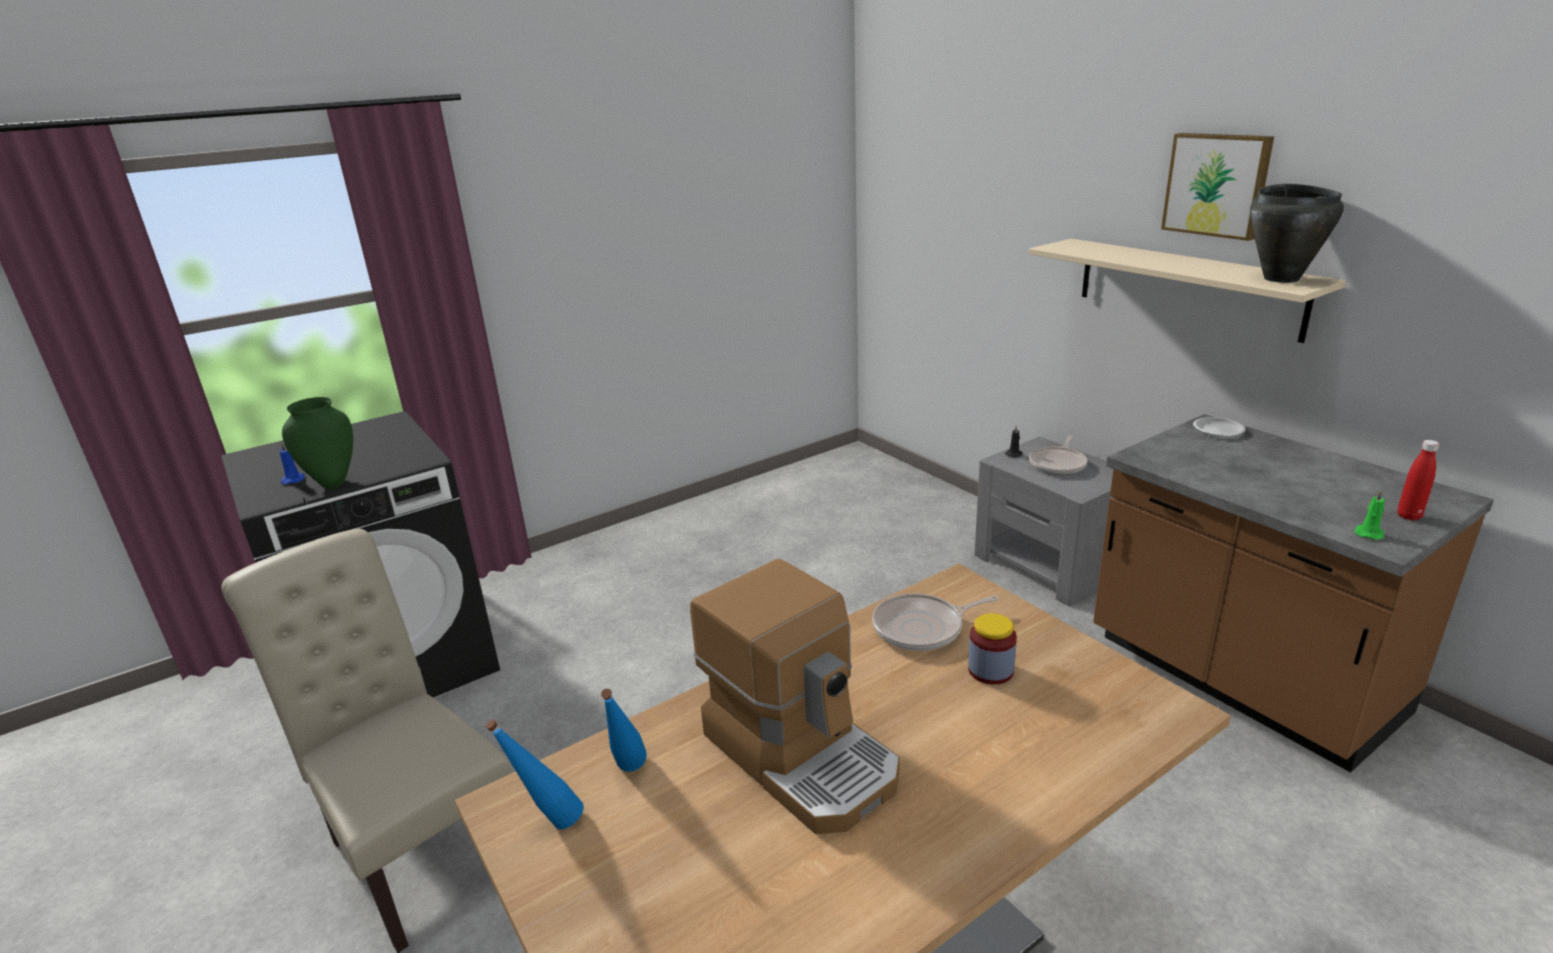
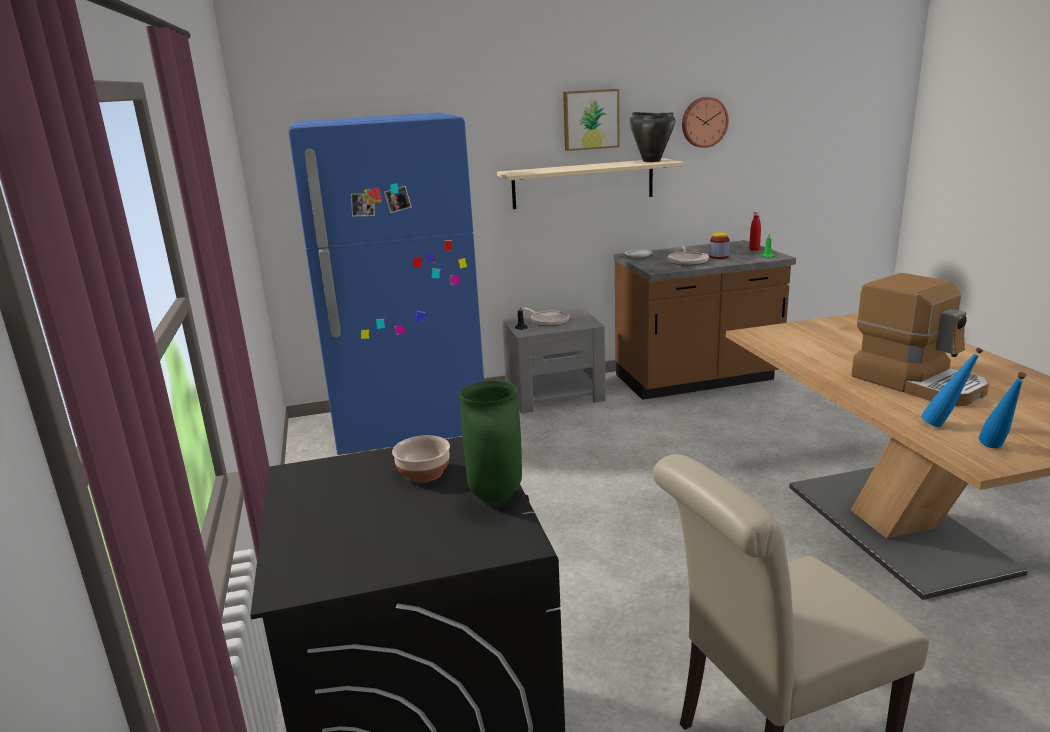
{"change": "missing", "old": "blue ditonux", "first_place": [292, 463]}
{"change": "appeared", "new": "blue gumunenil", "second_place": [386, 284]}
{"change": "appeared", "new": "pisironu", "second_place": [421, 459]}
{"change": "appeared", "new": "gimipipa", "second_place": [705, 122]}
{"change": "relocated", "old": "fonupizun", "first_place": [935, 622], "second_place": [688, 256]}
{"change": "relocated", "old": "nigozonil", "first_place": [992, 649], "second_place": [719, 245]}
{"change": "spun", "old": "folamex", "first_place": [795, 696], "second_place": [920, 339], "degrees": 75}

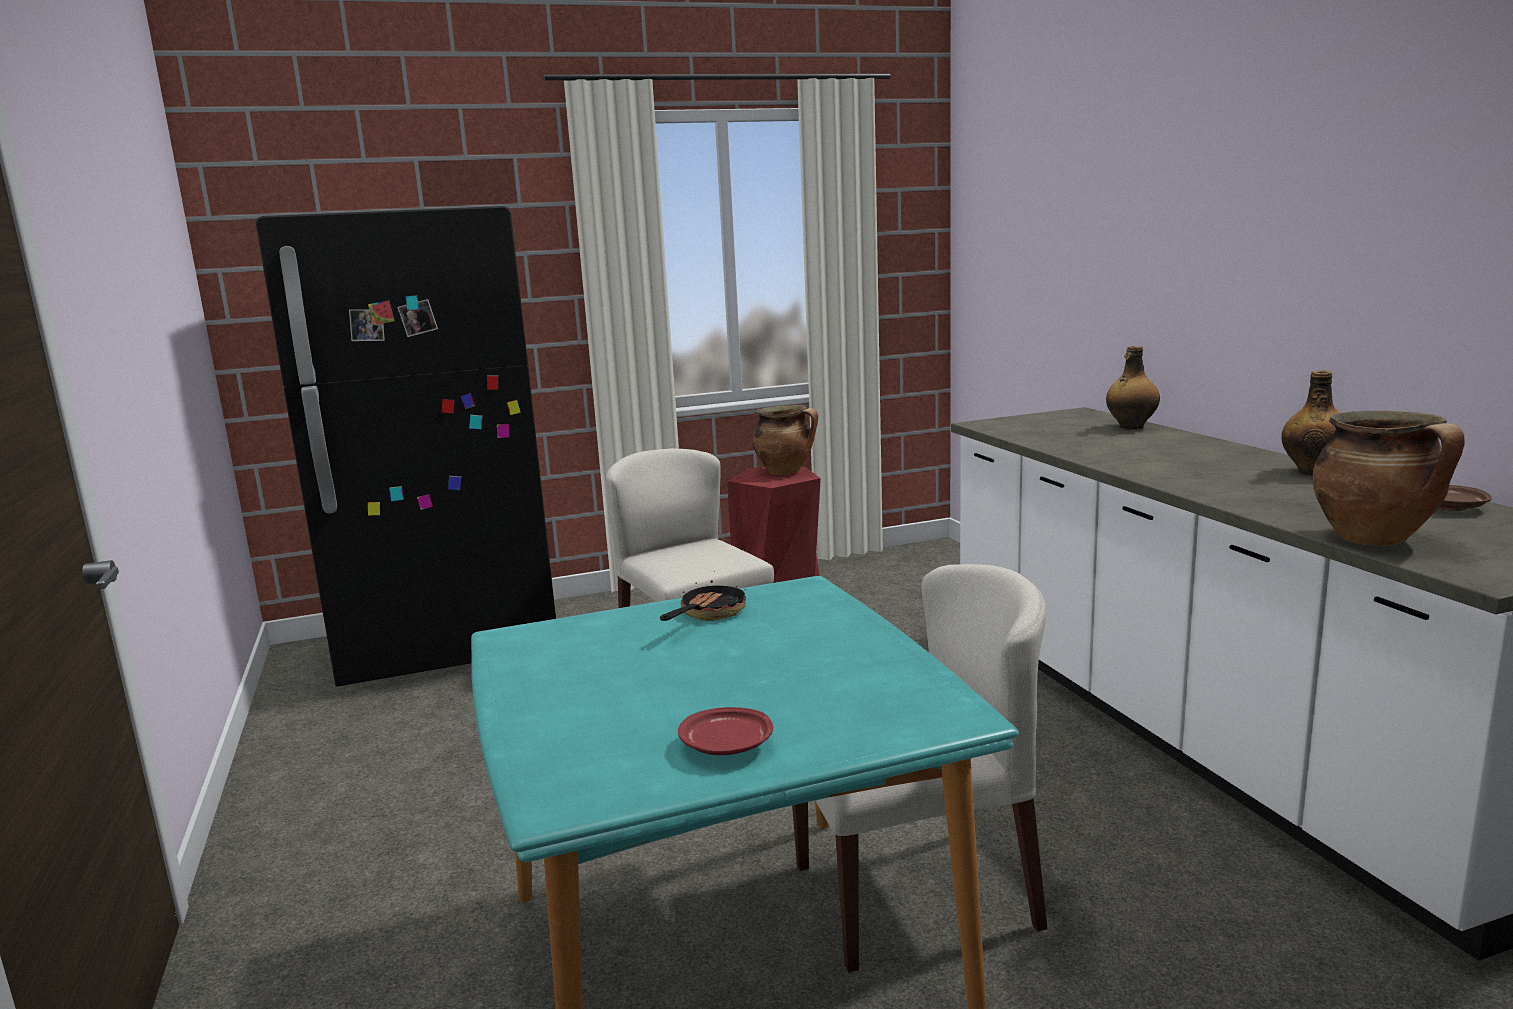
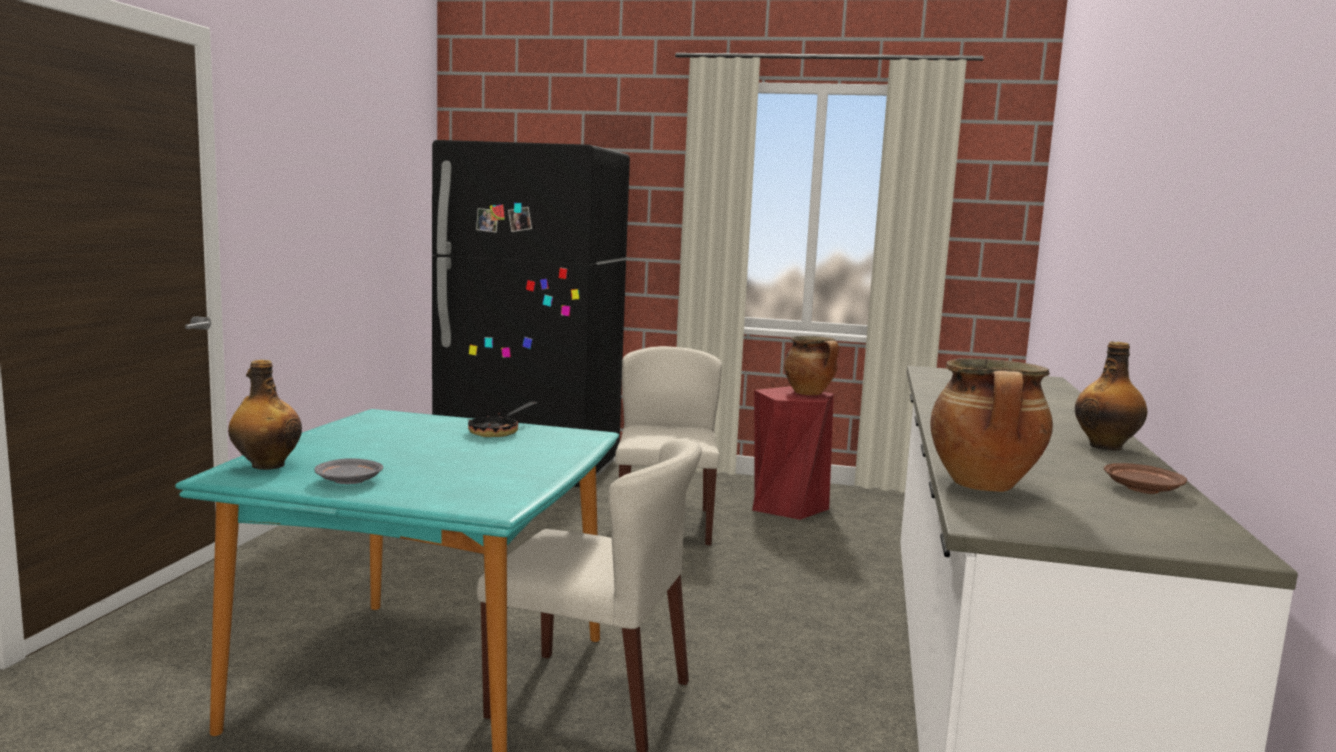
{"change": "relocated", "old": "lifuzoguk", "first_place": [1133, 387], "second_place": [265, 415]}
{"change": "colour", "old": "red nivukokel", "new": "grey nivukokel", "first_place": [725, 731], "second_place": [349, 471]}
{"change": "spun", "old": "fonupizun", "first_place": [703, 596], "second_place": [502, 419], "degrees": 150}

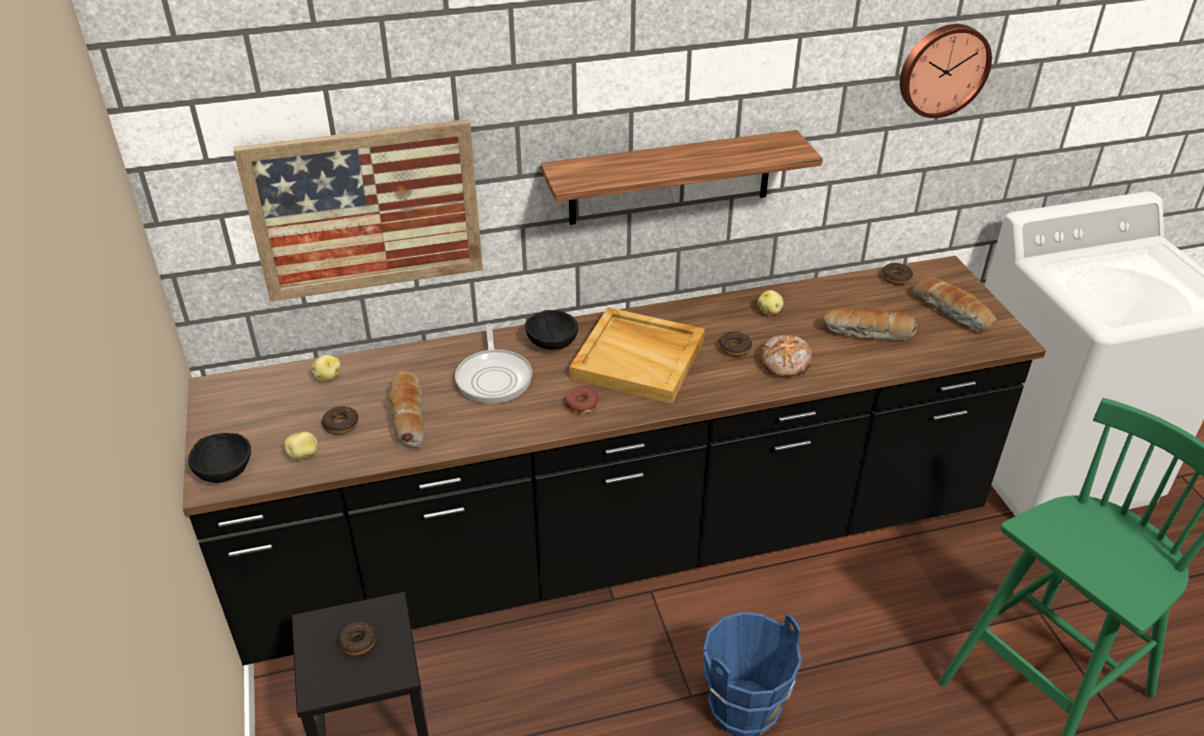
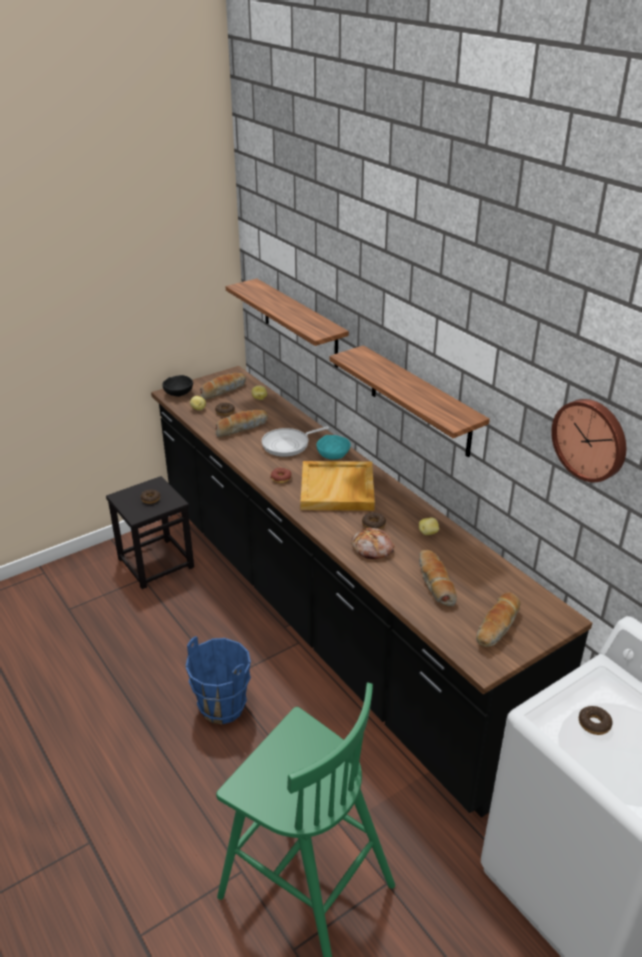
{"change": "appeared", "new": "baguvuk", "second_place": [223, 386]}
{"change": "relocated", "old": "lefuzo", "first_place": [897, 274], "second_place": [596, 720]}
{"change": "exchanged", "old": "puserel", "new": "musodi", "first_place": [358, 210], "second_place": [287, 323]}
{"change": "colour", "old": "black pisironu", "new": "turquoise pisironu", "first_place": [551, 330], "second_place": [333, 447]}

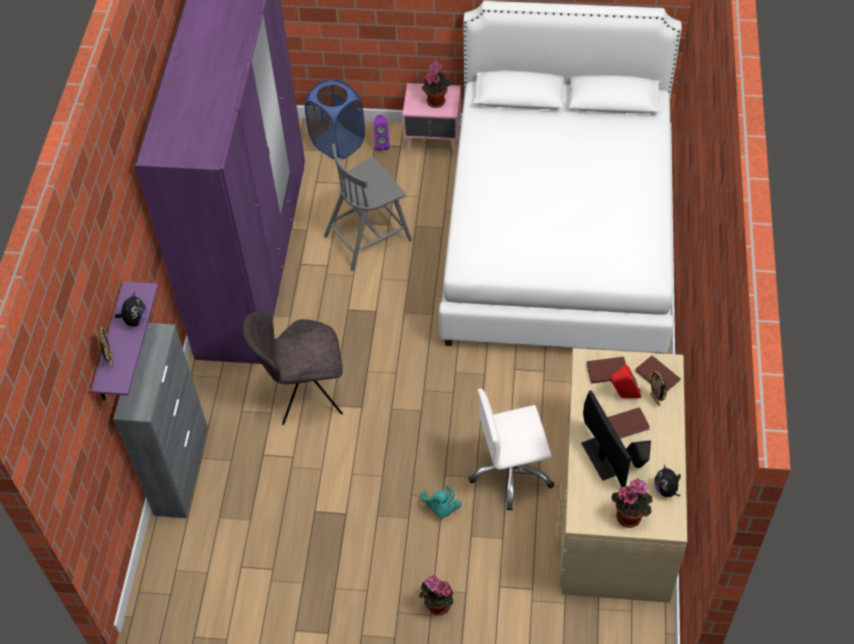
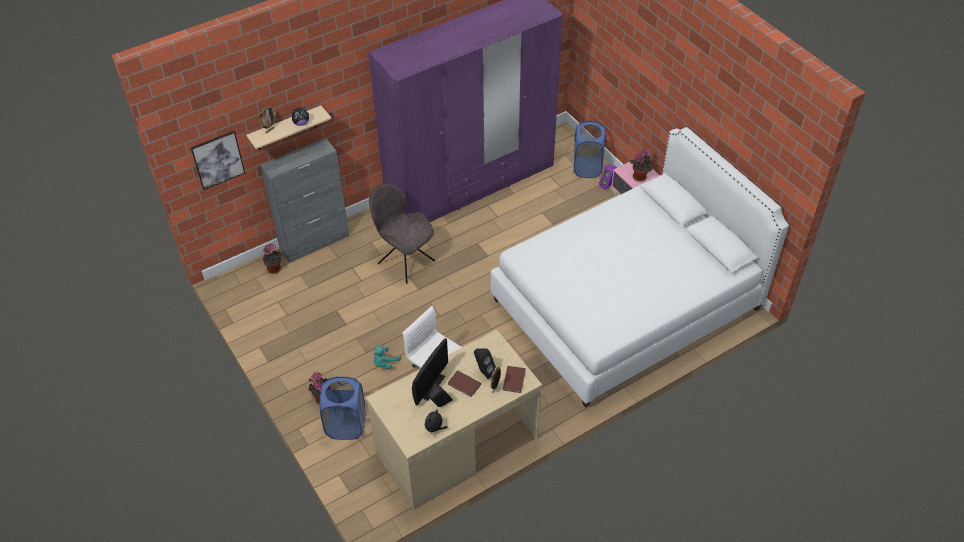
{"change": "missing", "old": "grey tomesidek", "first_place": [368, 207]}
{"change": "missing", "old": "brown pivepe", "first_place": [606, 370]}
{"change": "appeared", "new": "puserel", "second_place": [218, 160]}
{"change": "appeared", "new": "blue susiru", "second_place": [342, 408]}
{"change": "relocated", "old": "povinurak", "first_place": [632, 503], "second_place": [273, 259]}
{"change": "colour", "old": "purple musodi", "new": "beige musodi", "first_place": [124, 341], "second_place": [288, 128]}
{"change": "colour", "old": "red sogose", "new": "black sogose", "first_place": [626, 381], "second_place": [485, 363]}

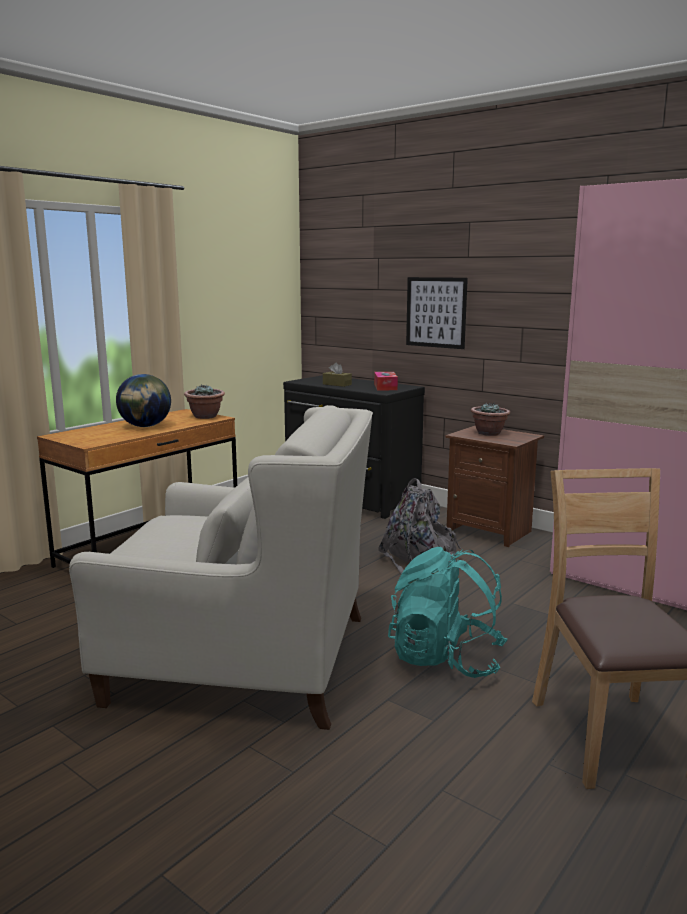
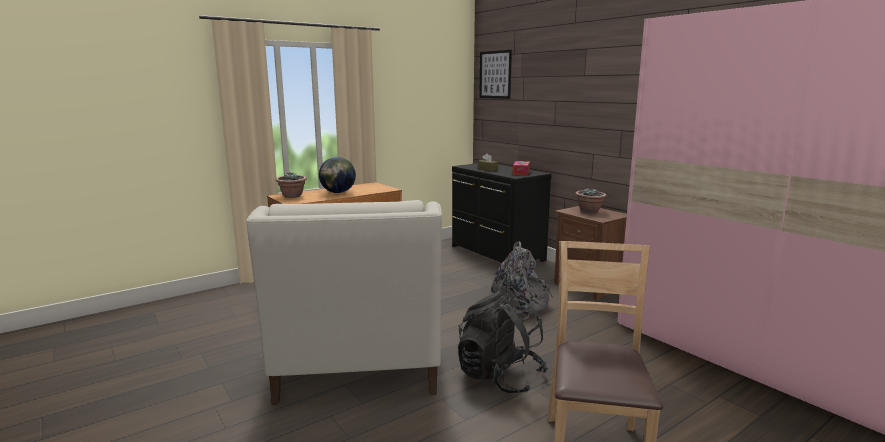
{"change": "relocated", "old": "povinurak", "first_place": [204, 401], "second_place": [291, 185]}
{"change": "relocated", "old": "puserel", "first_place": [437, 313], "second_place": [495, 74]}
{"change": "colour", "old": "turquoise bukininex", "new": "black bukininex", "first_place": [448, 612], "second_place": [503, 342]}
{"change": "spun", "old": "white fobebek", "first_place": [221, 567], "second_place": [344, 302], "degrees": 60}

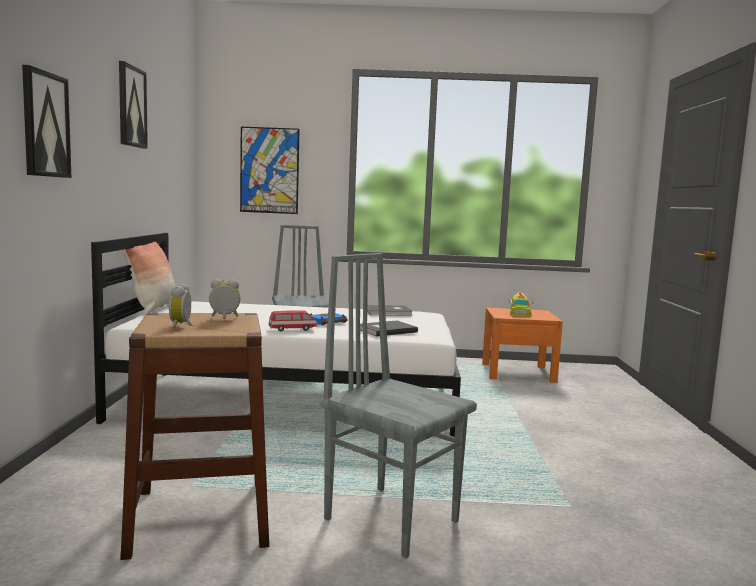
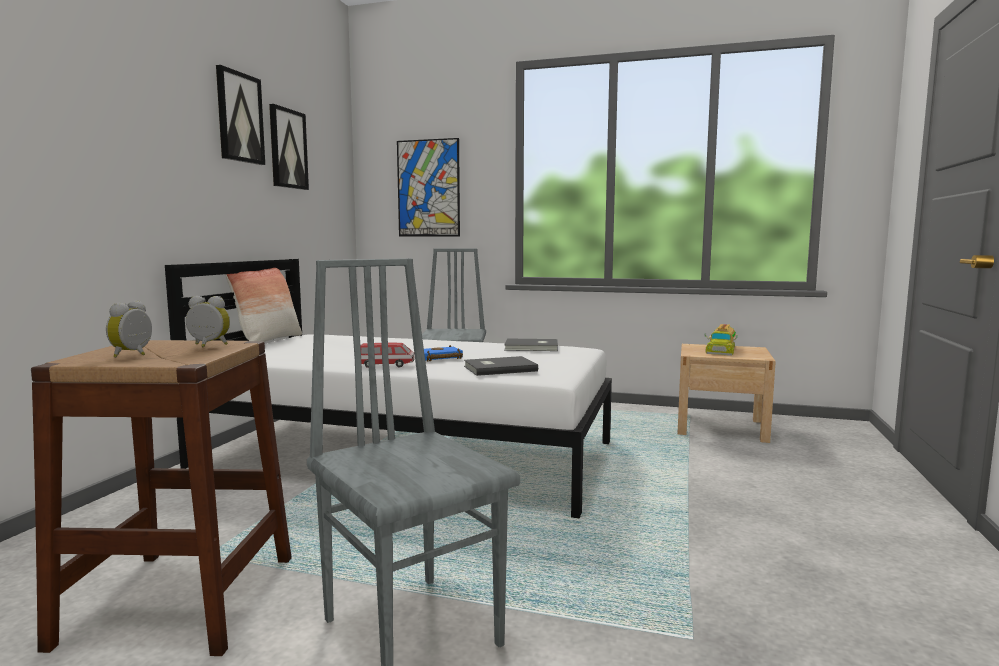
{"change": "relocated", "old": "puserel", "first_place": [47, 121], "second_place": [289, 147]}
{"change": "colour", "old": "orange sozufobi", "new": "beige sozufobi", "first_place": [522, 345], "second_place": [726, 393]}

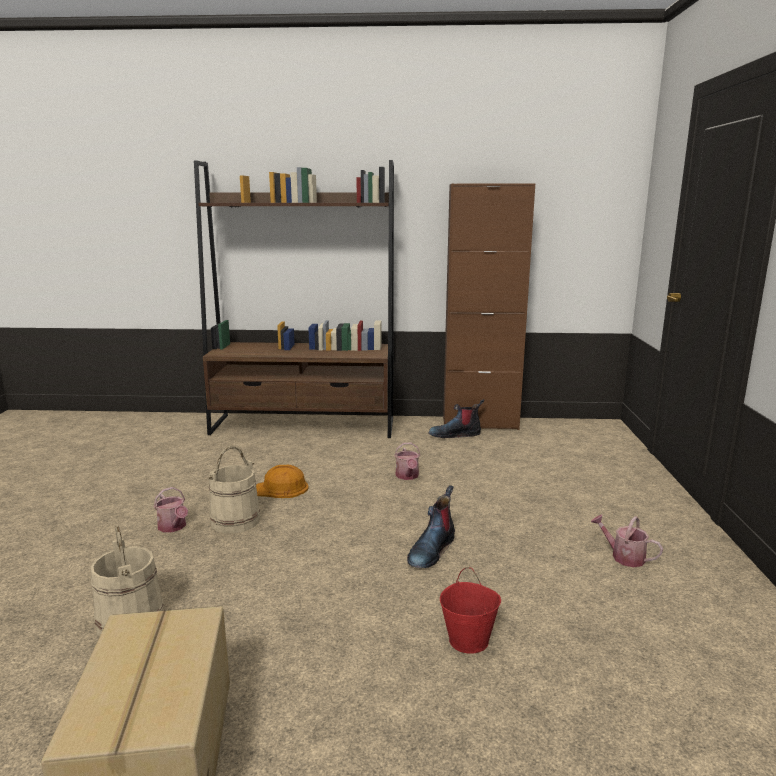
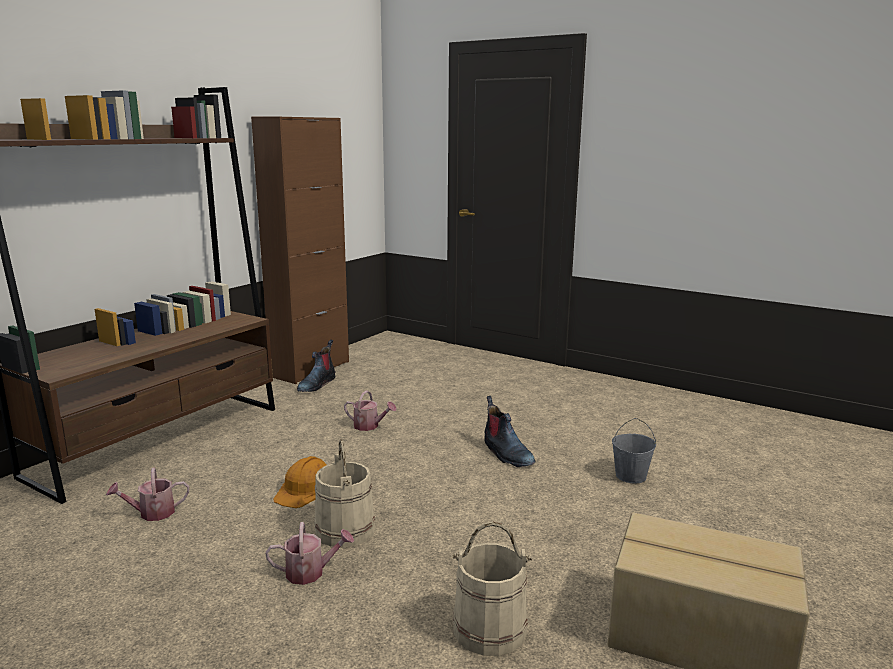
{"change": "relocated", "old": "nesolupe", "first_place": [627, 540], "second_place": [147, 494]}
{"change": "colour", "old": "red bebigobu", "new": "grey bebigobu", "first_place": [470, 610], "second_place": [634, 451]}

